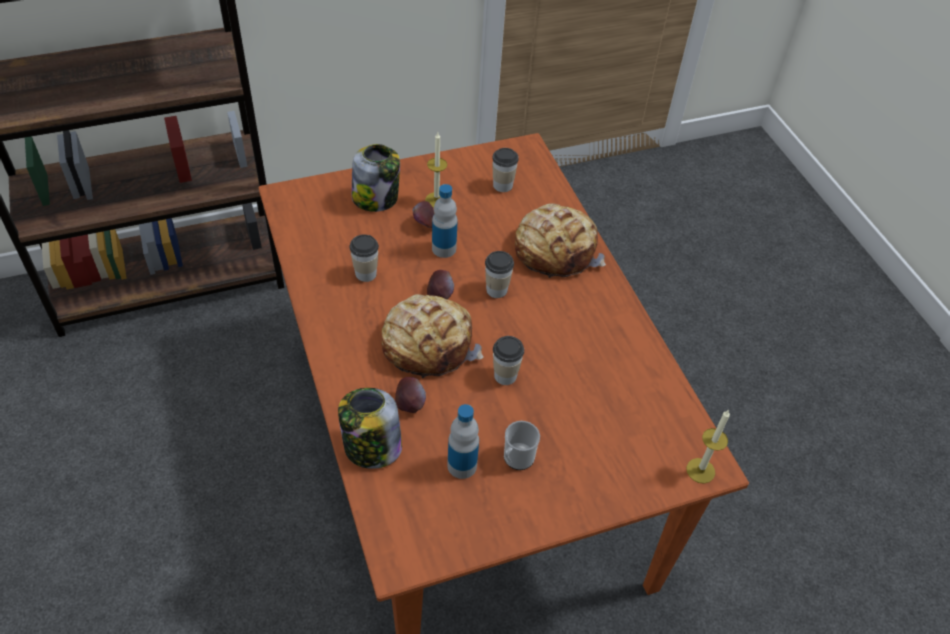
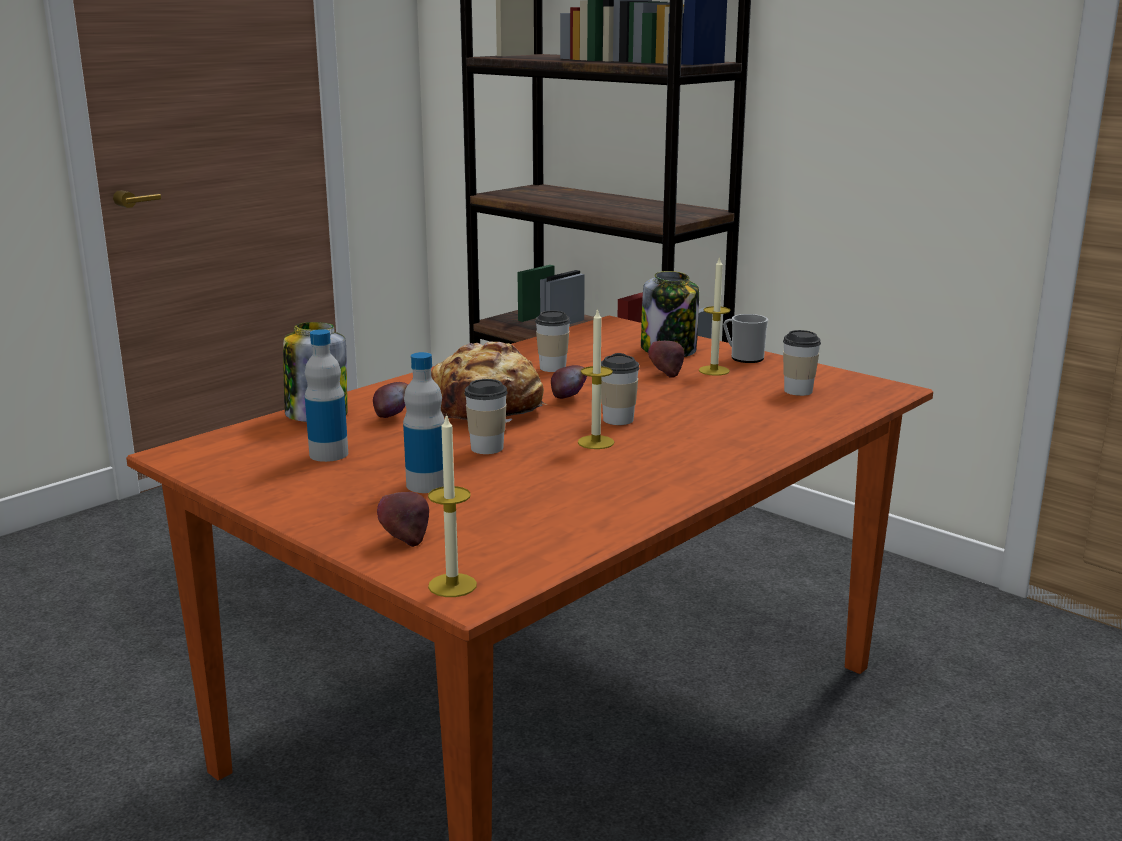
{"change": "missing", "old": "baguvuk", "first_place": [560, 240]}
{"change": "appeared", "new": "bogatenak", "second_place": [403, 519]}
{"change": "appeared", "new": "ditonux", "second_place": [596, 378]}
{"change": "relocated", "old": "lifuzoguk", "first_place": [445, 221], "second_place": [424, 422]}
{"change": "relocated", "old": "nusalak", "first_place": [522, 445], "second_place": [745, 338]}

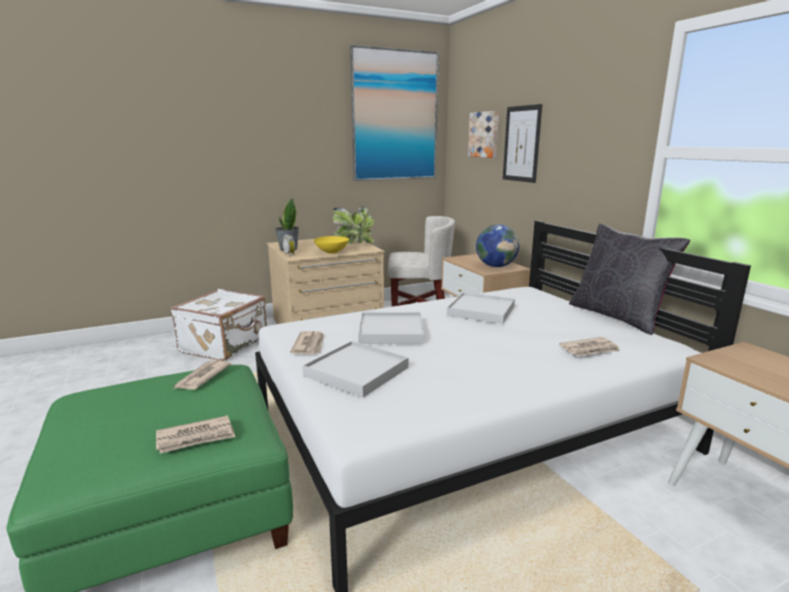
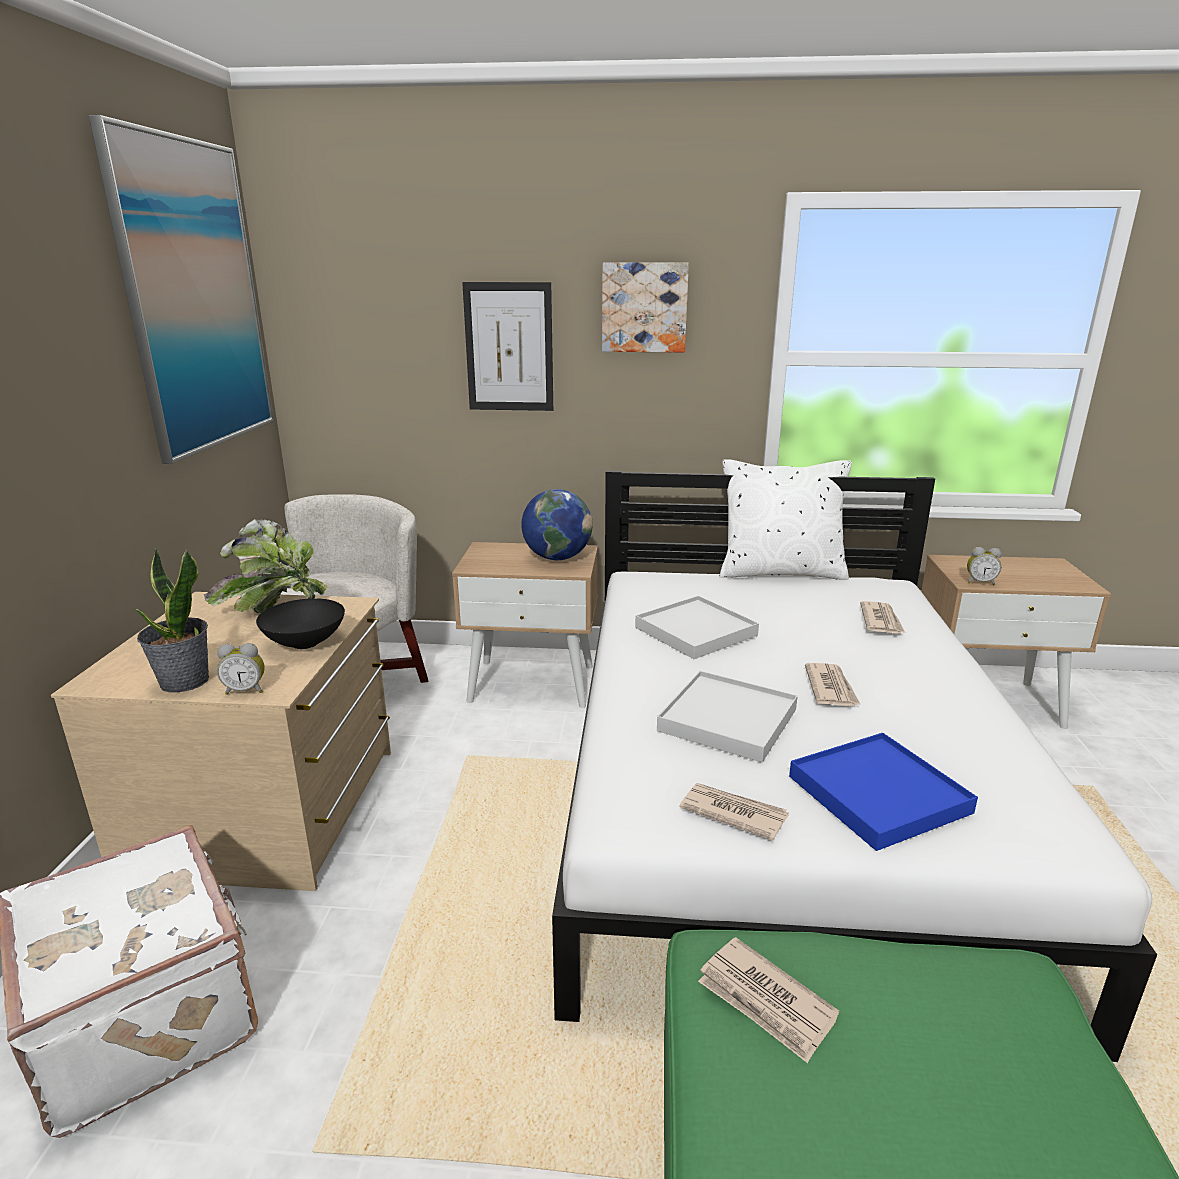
{"change": "appeared", "new": "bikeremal", "second_place": [984, 566]}
{"change": "relocated", "old": "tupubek", "first_place": [195, 434], "second_place": [832, 684]}
{"change": "relocated", "old": "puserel", "first_place": [483, 134], "second_place": [645, 307]}
{"change": "colour", "old": "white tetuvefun", "new": "blue tetuvefun", "first_place": [356, 369], "second_place": [883, 792]}
{"change": "colour", "old": "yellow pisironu", "new": "black pisironu", "first_place": [331, 245], "second_place": [300, 623]}
{"change": "colour", "old": "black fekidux", "new": "white fekidux", "first_place": [629, 279], "second_place": [786, 519]}

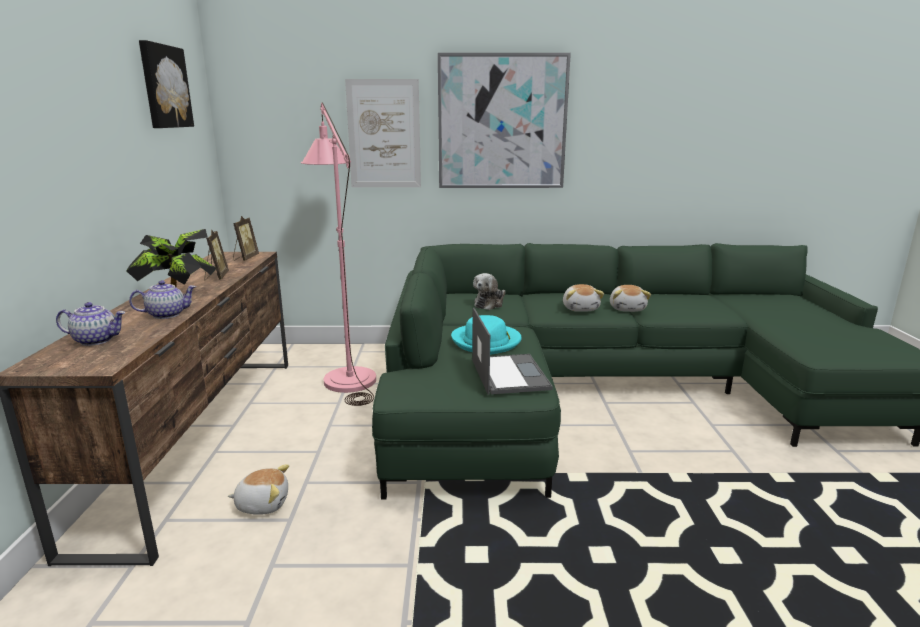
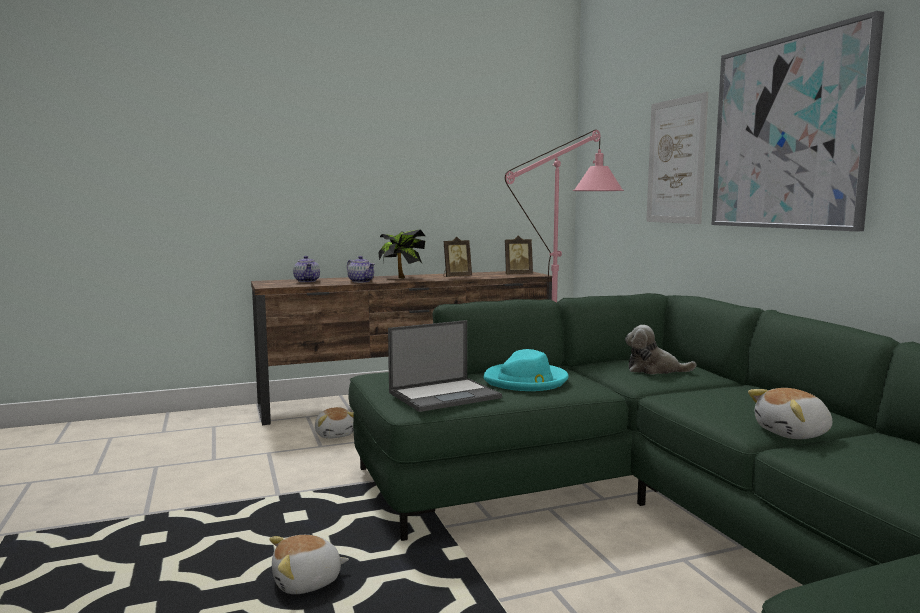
{"change": "missing", "old": "puserel", "first_place": [166, 84]}
{"change": "relocated", "old": "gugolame", "first_place": [583, 298], "second_place": [309, 564]}

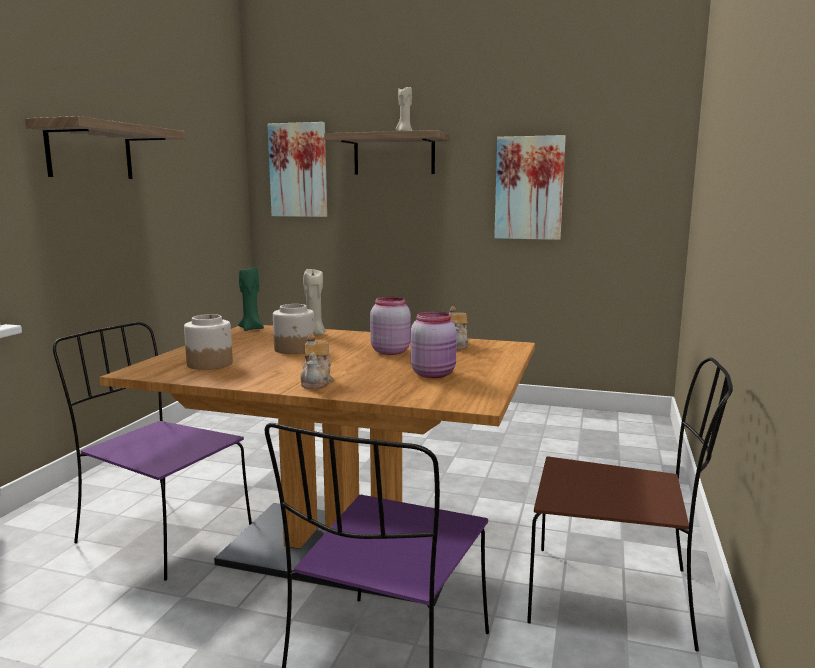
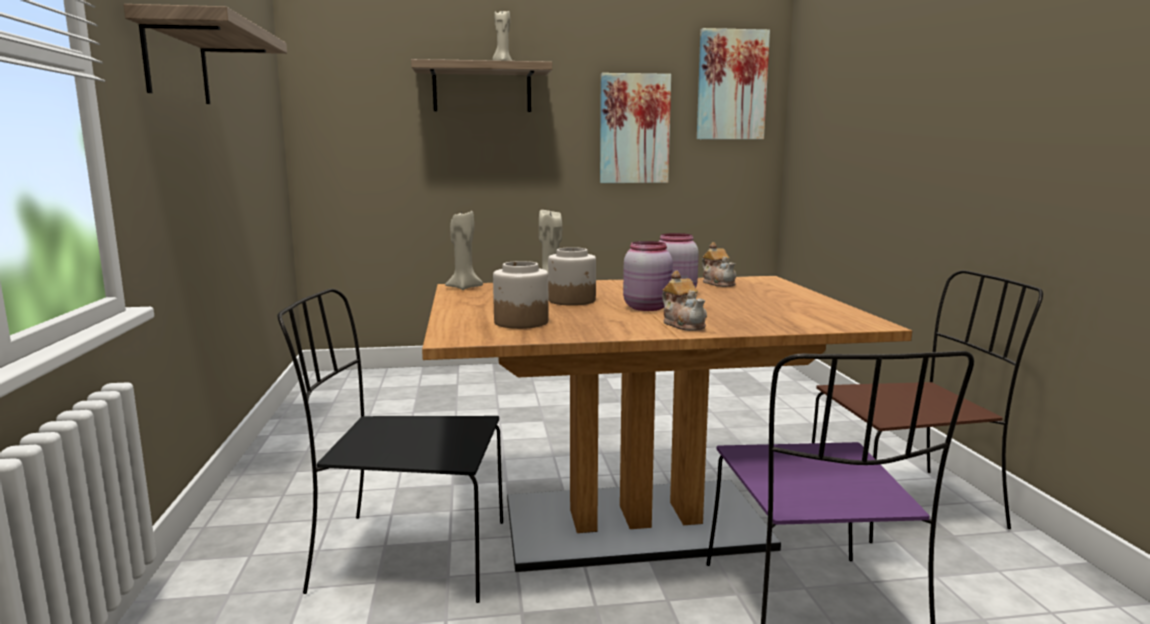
{"change": "relocated", "old": "puserel", "first_place": [297, 169], "second_place": [733, 84]}
{"change": "relocated", "old": "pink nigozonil", "first_place": [434, 344], "second_place": [648, 276]}
{"change": "colour", "old": "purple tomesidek", "new": "black tomesidek", "first_place": [152, 451], "second_place": [390, 446]}
{"change": "colour", "old": "green ditonux", "new": "beige ditonux", "first_place": [251, 299], "second_place": [464, 249]}

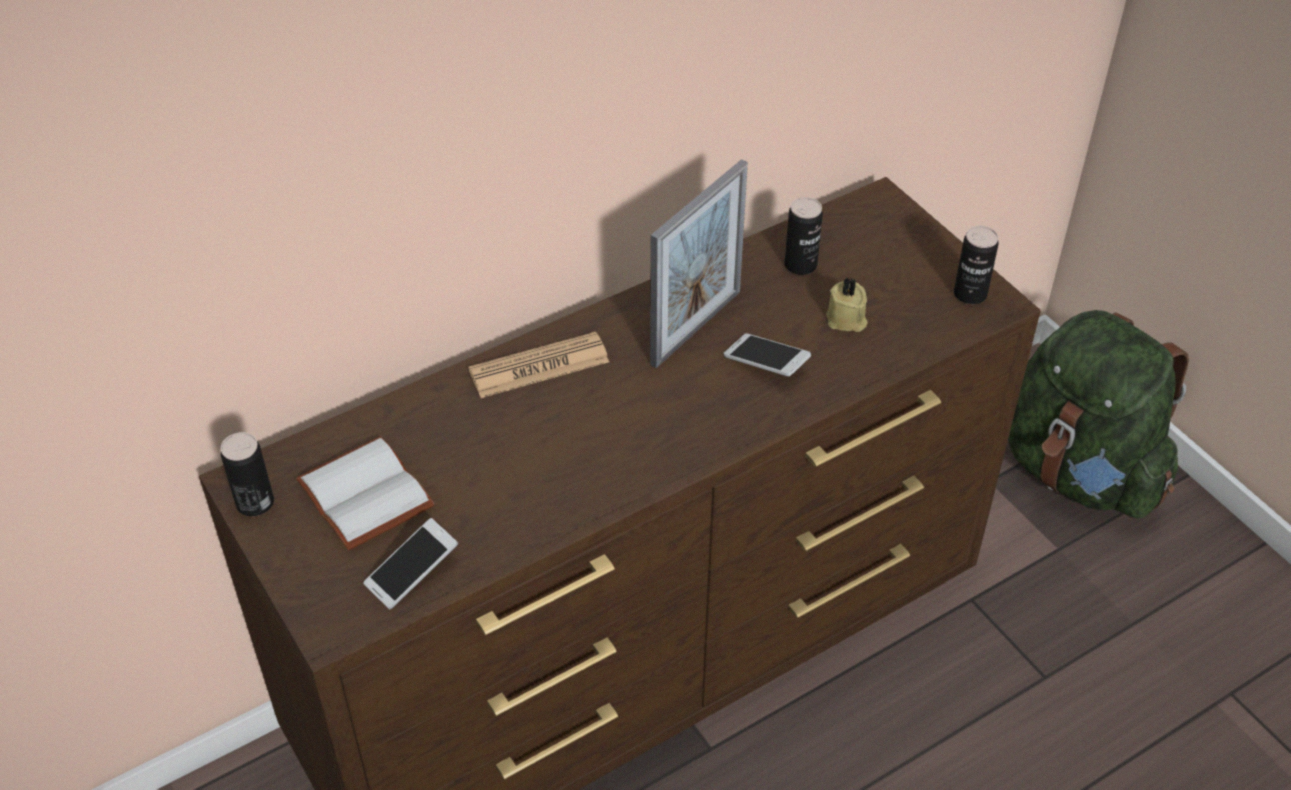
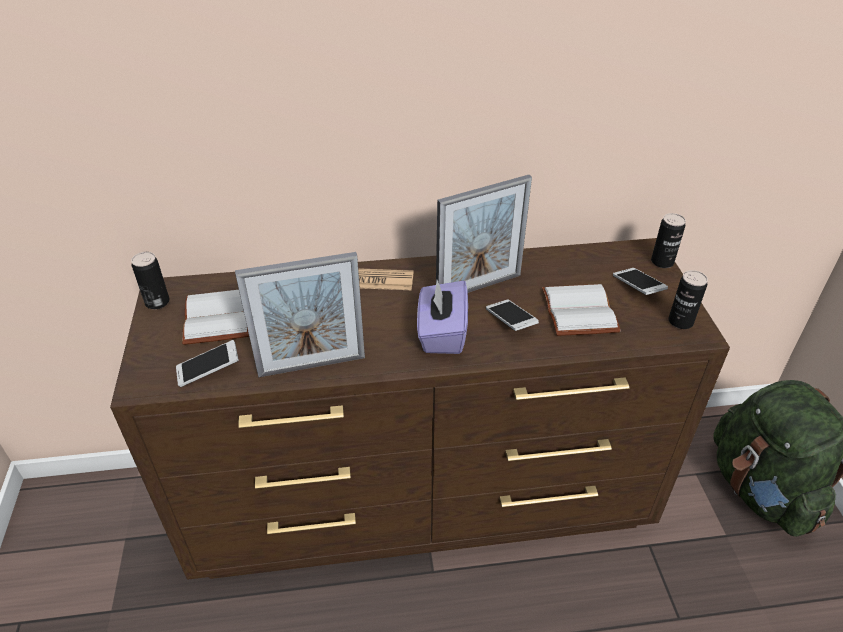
{"change": "appeared", "new": "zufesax", "second_place": [300, 314]}
{"change": "appeared", "new": "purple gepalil", "second_place": [442, 317]}
{"change": "appeared", "new": "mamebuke", "second_place": [640, 281]}
{"change": "relocated", "old": "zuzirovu", "first_place": [803, 236], "second_place": [668, 240]}
{"change": "exchanged", "old": "beige ditonux", "new": "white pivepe", "first_place": [847, 304], "second_place": [581, 310]}

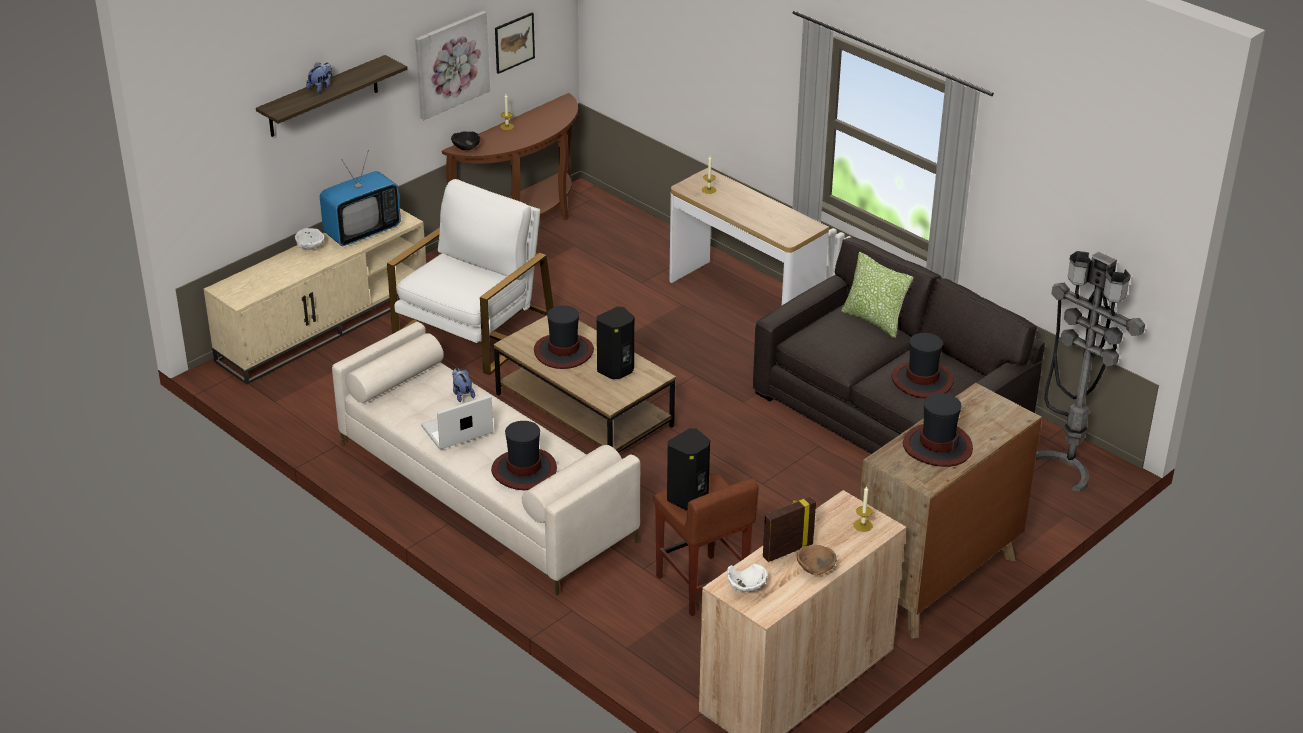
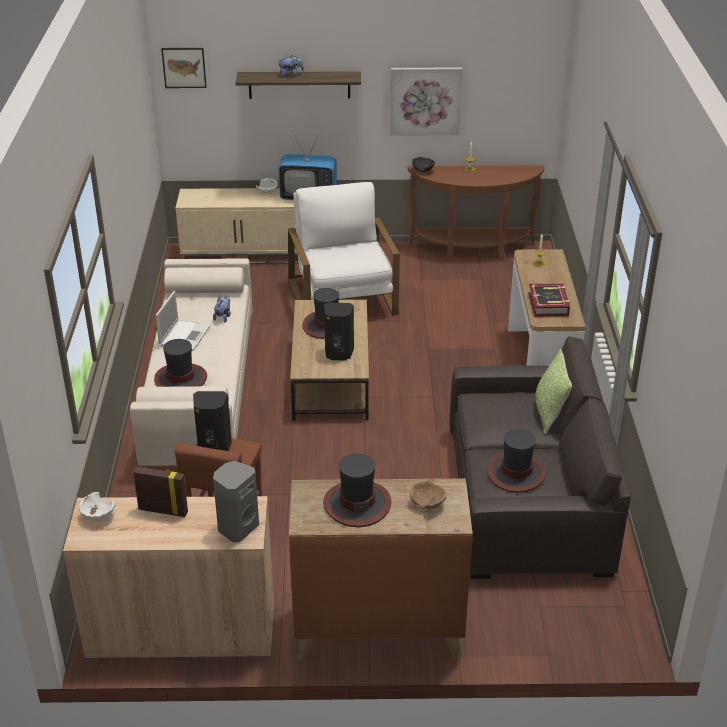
{"change": "missing", "old": "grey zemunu", "first_place": [1090, 371]}
{"change": "appeared", "new": "pivepe", "second_place": [549, 300]}
{"change": "relocated", "old": "puserel", "first_place": [515, 43], "second_place": [184, 68]}
{"change": "relocated", "old": "brown pisironu", "first_place": [817, 560], "second_place": [428, 495]}
{"change": "exchanged", "old": "ditonux", "new": "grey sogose", "first_place": [863, 509], "second_place": [236, 501]}
{"change": "spun", "old": "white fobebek", "first_place": [470, 277], "second_place": [344, 249], "degrees": -90}
{"change": "spun", "old": "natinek", "first_place": [457, 422], "second_place": [182, 321], "degrees": 90}

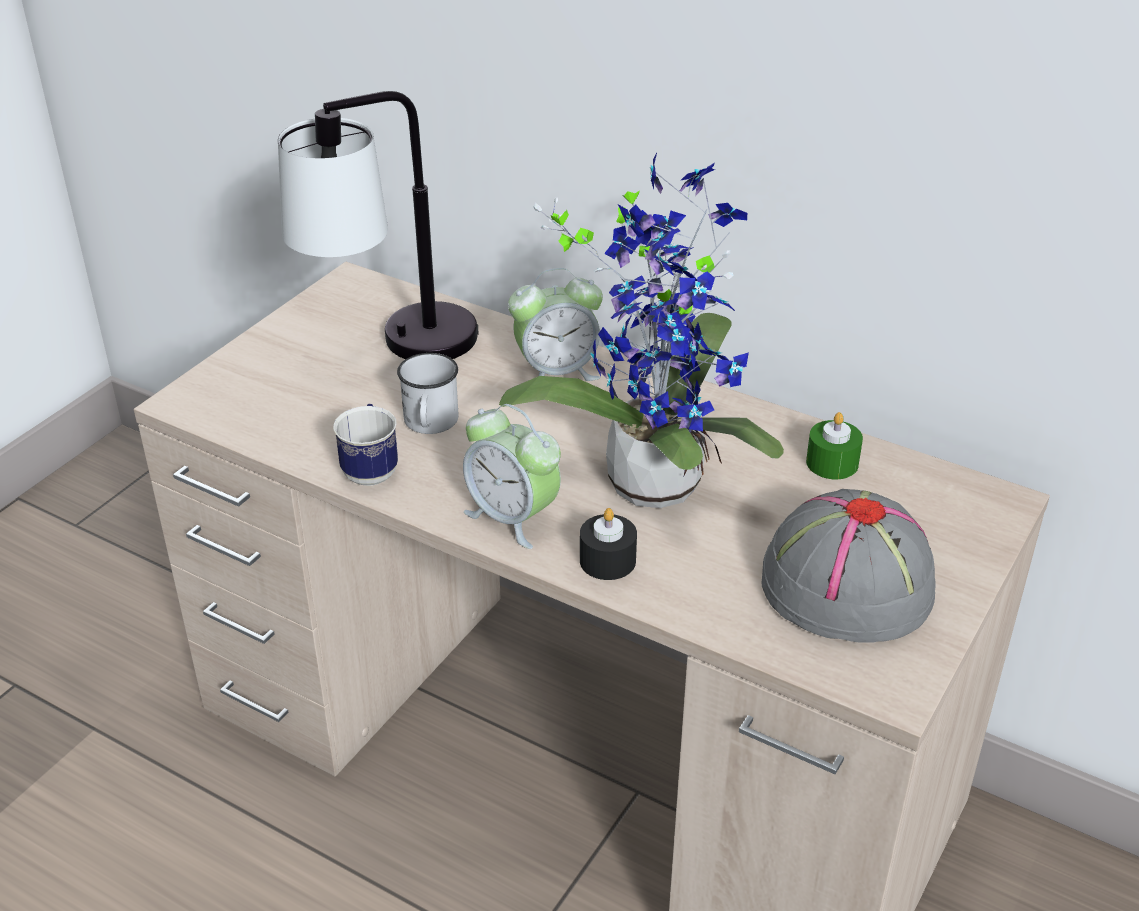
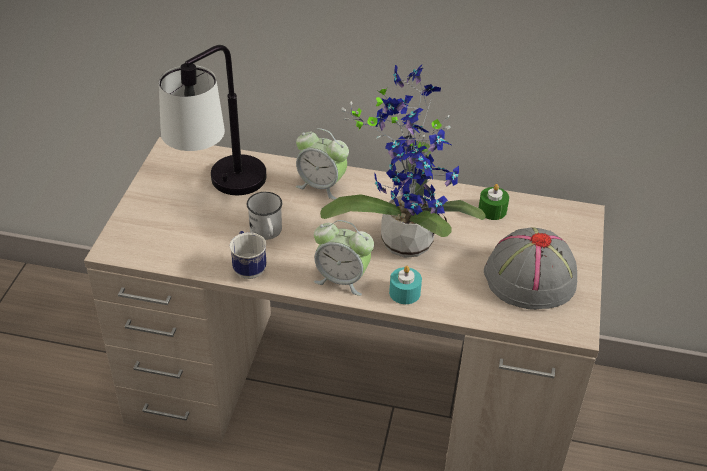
{"change": "colour", "old": "black ditonux", "new": "turquoise ditonux", "first_place": [608, 544], "second_place": [405, 285]}
{"change": "spun", "old": "bikeremal", "first_place": [555, 324], "second_place": [322, 164], "degrees": 60}

